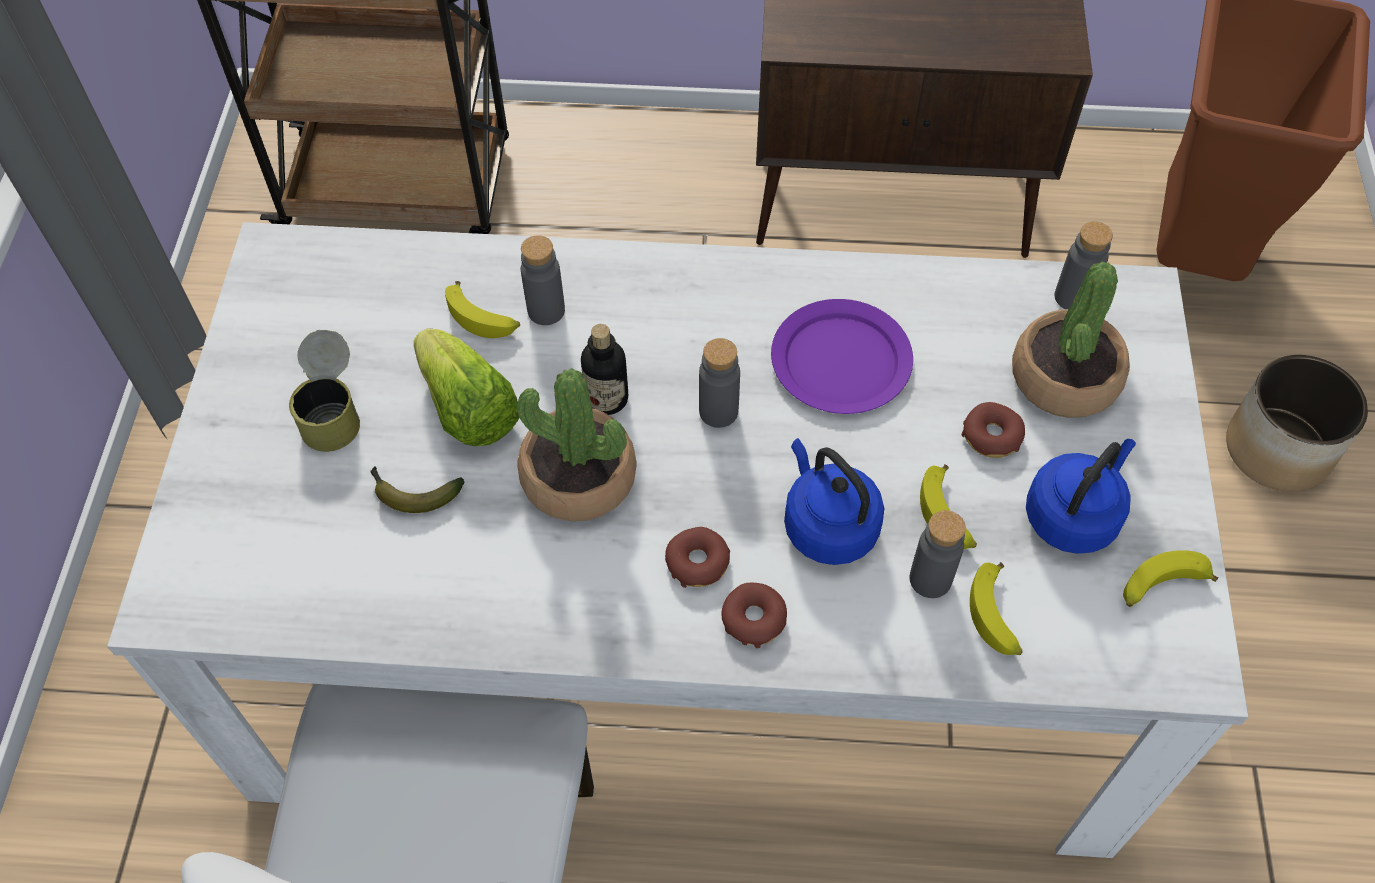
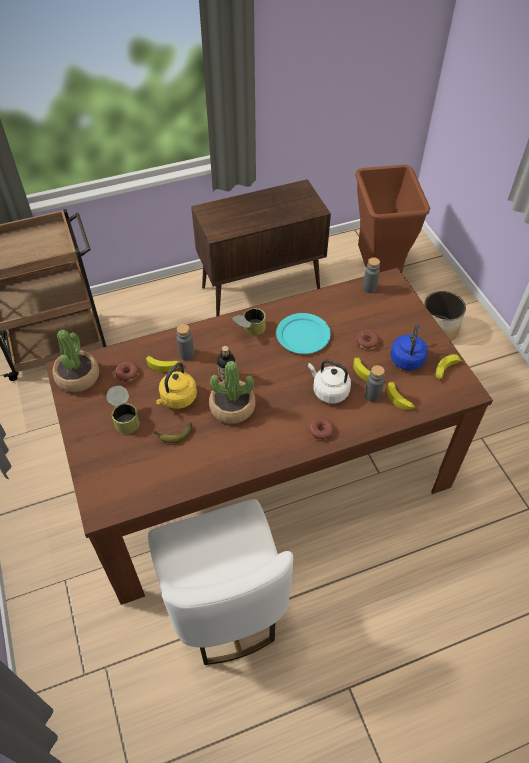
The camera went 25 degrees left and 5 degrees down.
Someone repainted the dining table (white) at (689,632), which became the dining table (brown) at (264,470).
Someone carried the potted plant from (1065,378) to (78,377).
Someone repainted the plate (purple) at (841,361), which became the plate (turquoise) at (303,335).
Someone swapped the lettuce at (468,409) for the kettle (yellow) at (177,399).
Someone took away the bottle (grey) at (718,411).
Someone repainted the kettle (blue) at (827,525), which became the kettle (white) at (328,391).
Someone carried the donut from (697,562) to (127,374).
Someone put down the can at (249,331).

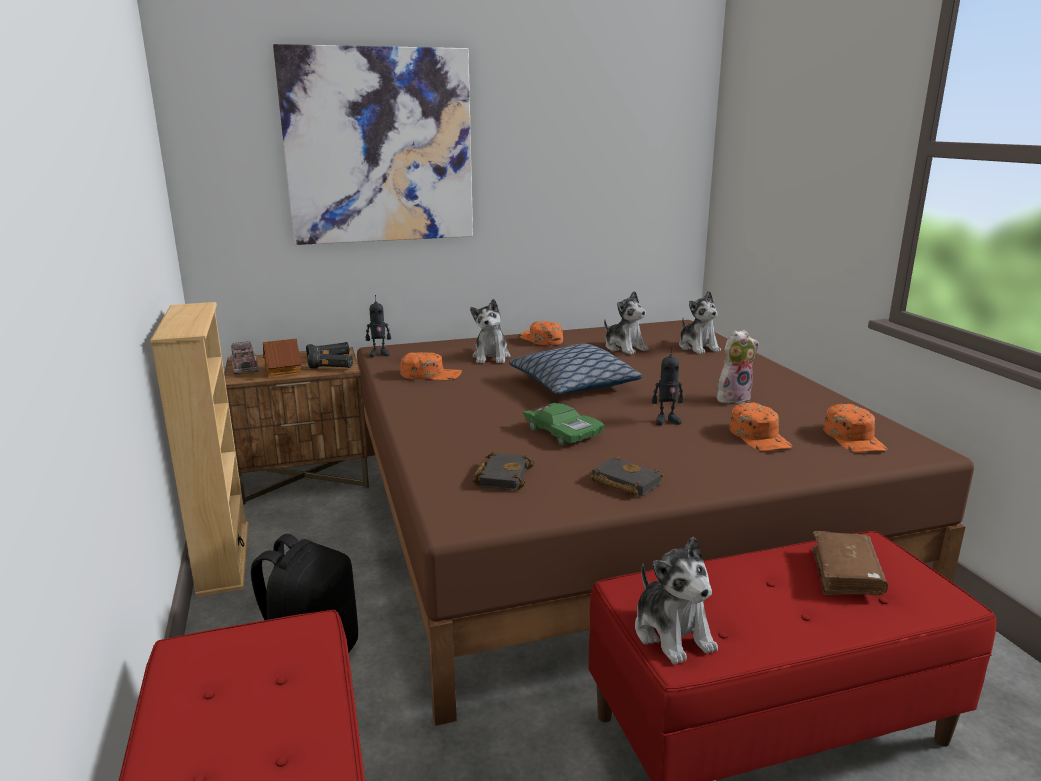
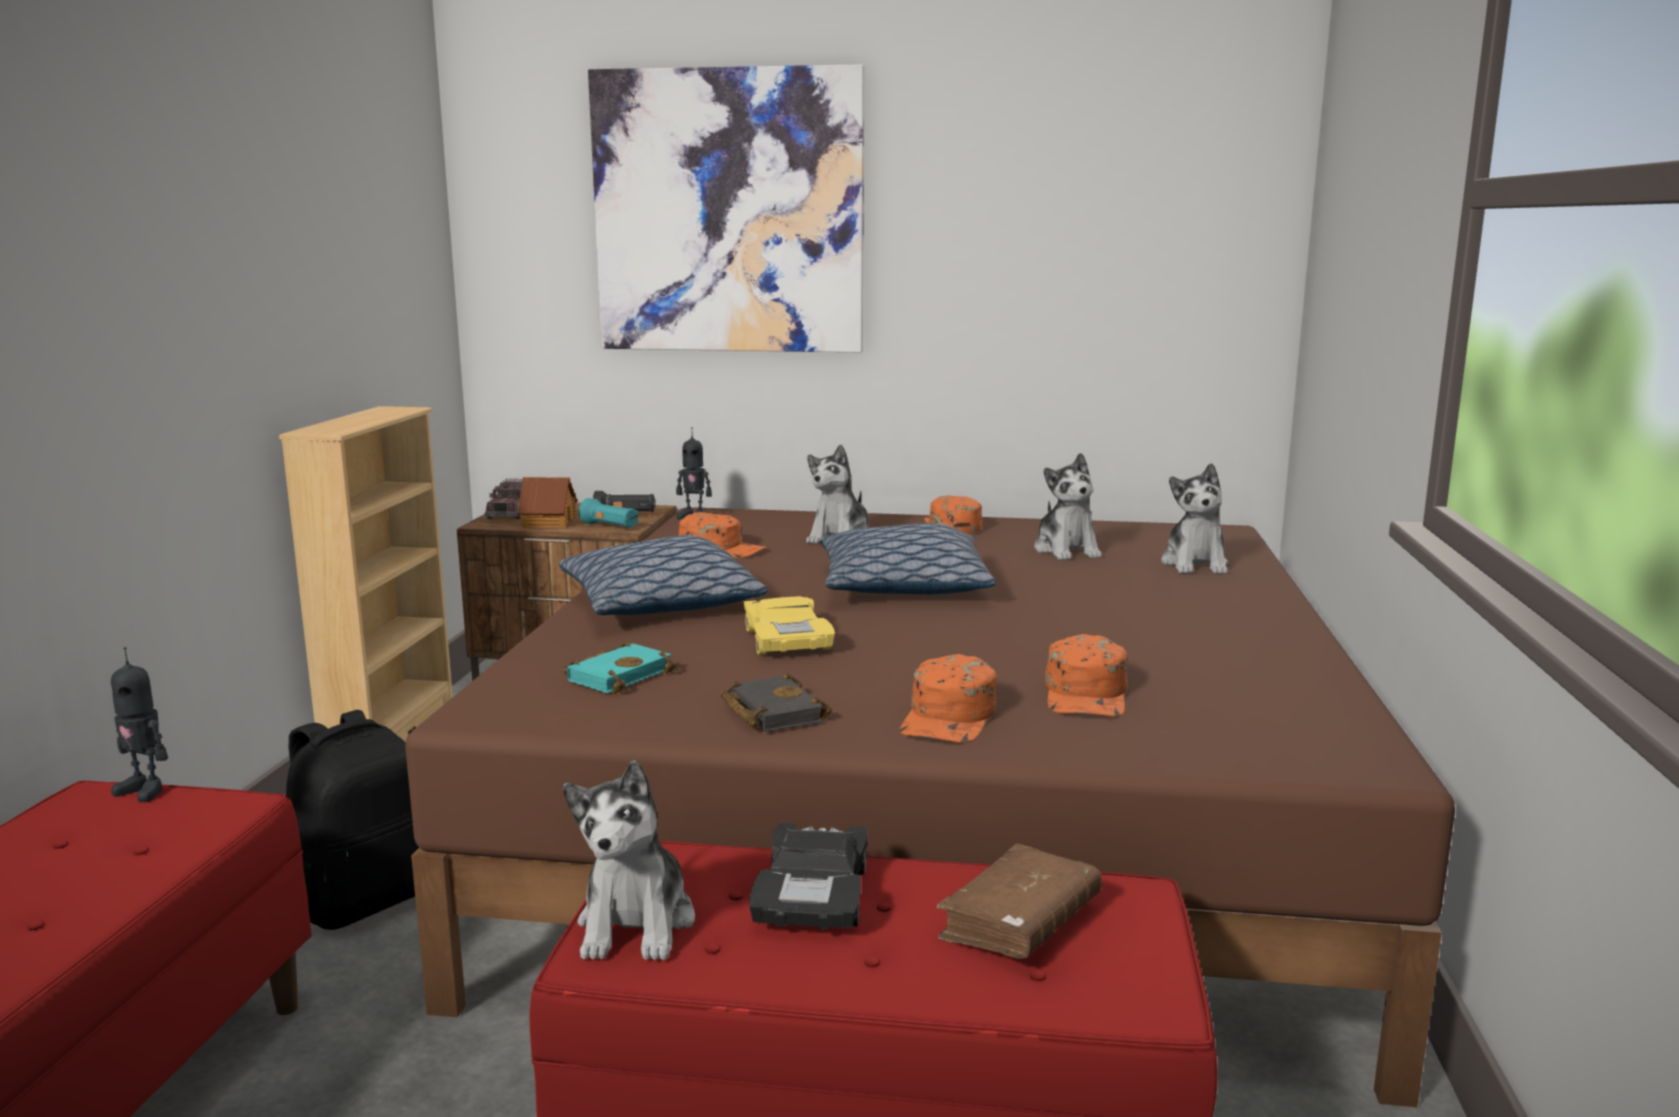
The camera went 25 degrees right and 5 degrees down.
Someone took away the plush toy at (733,398).
Someone carried the toy robot from (666,420) to (145,790).
Someone repainted the flashlight (black) at (332,368), which became the flashlight (turquoise) at (610,527).
Someone repainted the toy car (green) at (562,432), which became the toy car (yellow) at (787,640).
Someone carried the cap (orange) from (854,438) to (950,717).
Someone repainted the book (black) at (501,475), which became the book (turquoise) at (619,675).
Someone put down the pillow at (661,604).
Someone put down the toy car (black) at (813,895).

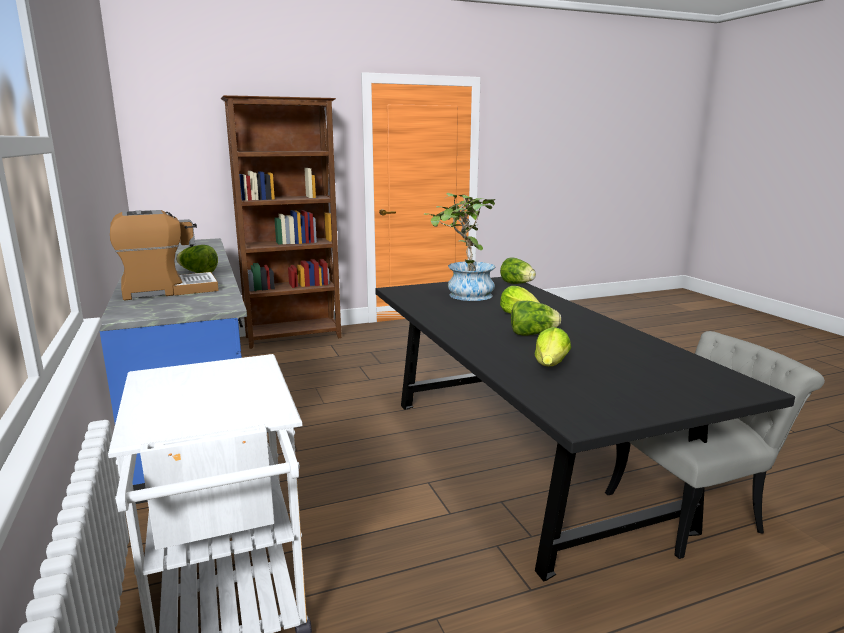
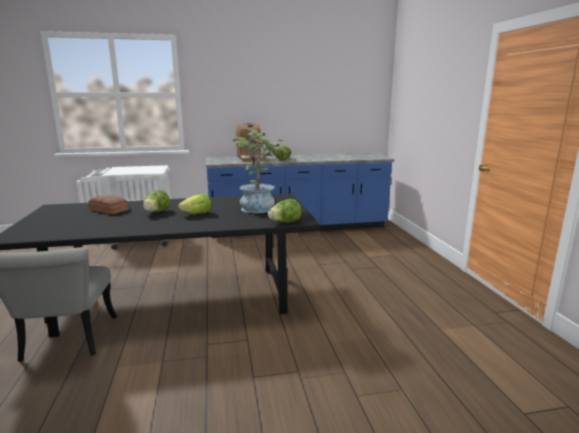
The camera went 100 degrees right and 0 degrees up.
Someone took away the bookcase (brown) at (294,337).
Someone swapped the lettuce at (551,365) for the bread at (108,210).

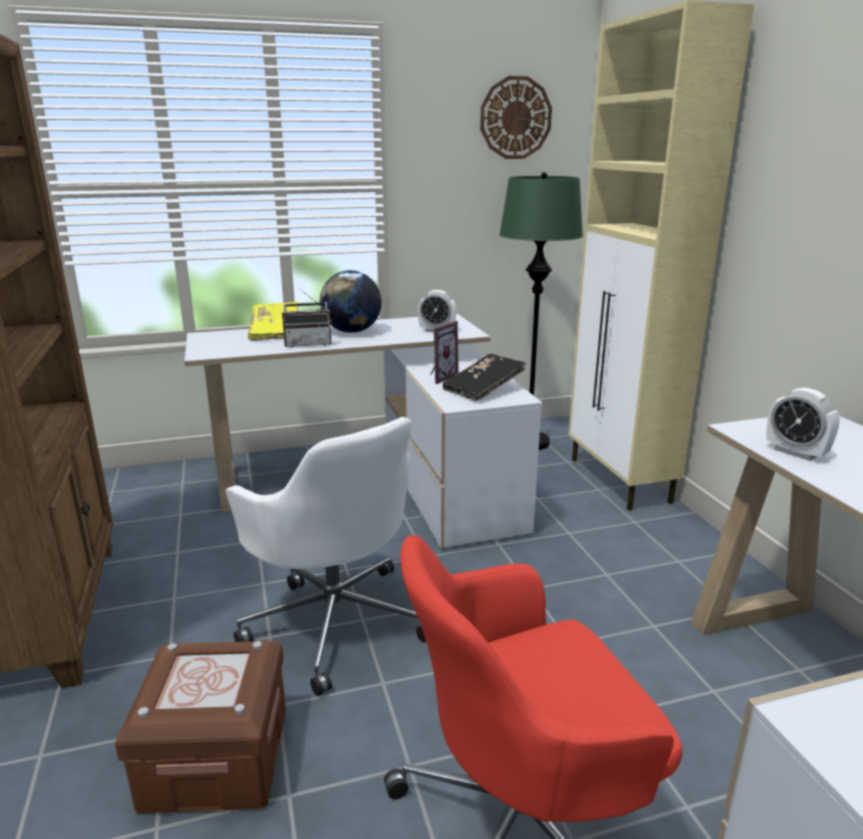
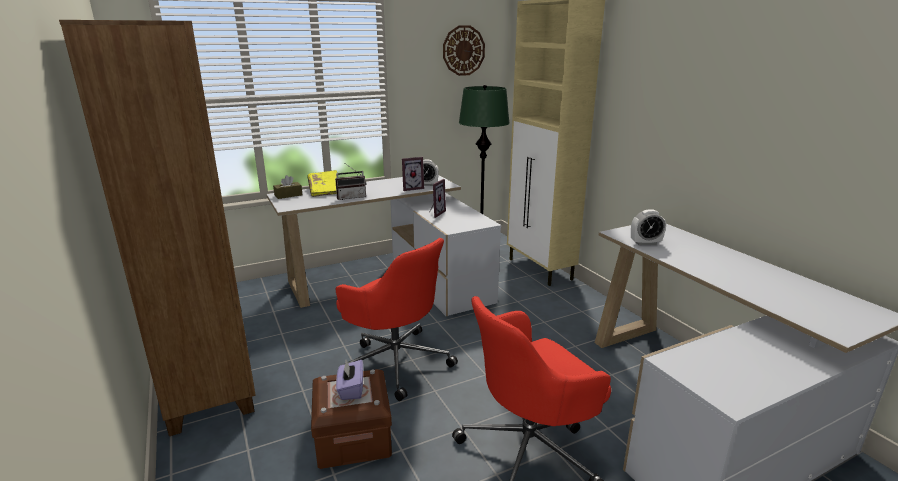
The camera went 10 degrees left and 0 degrees up.
Someone took away the globe at (351,332).
Someone took away the book (black) at (483,389).
Someone rotated the alarm clock at (795,452) by 45 degrees counterclockwise.
Someone repainted the office chair (white) at (335,620), which became the office chair (red) at (396,361).
Someone put down the picture frame at (411,188).
Someone put down the tissue box (brown) at (288,195).
Someone put down the tissue box (purple) at (351,389).

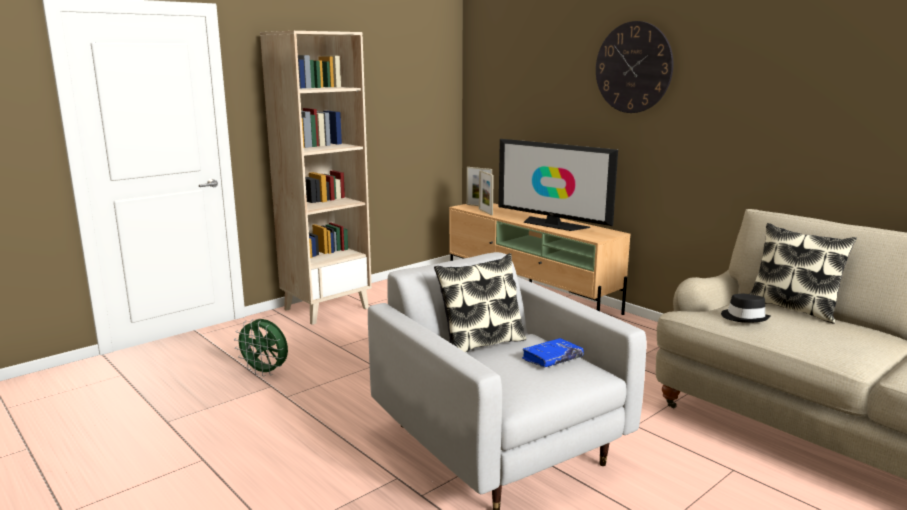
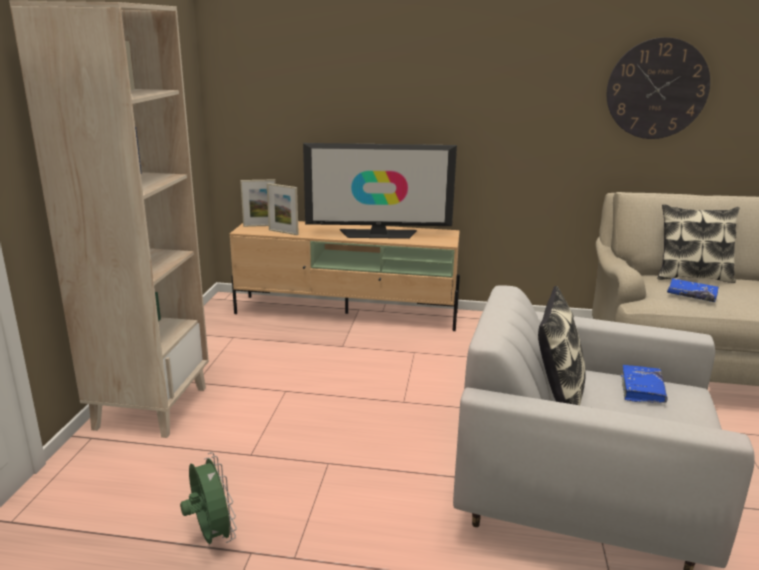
The camera went 40 degrees left and 5 degrees up.
Someone carried the wall clock from (633,67) to (657,89).
Someone swapped the hat (black) at (744,317) for the book (blue) at (691,295).
Someone rotated the fan (green) at (265,372) by 105 degrees counterclockwise.

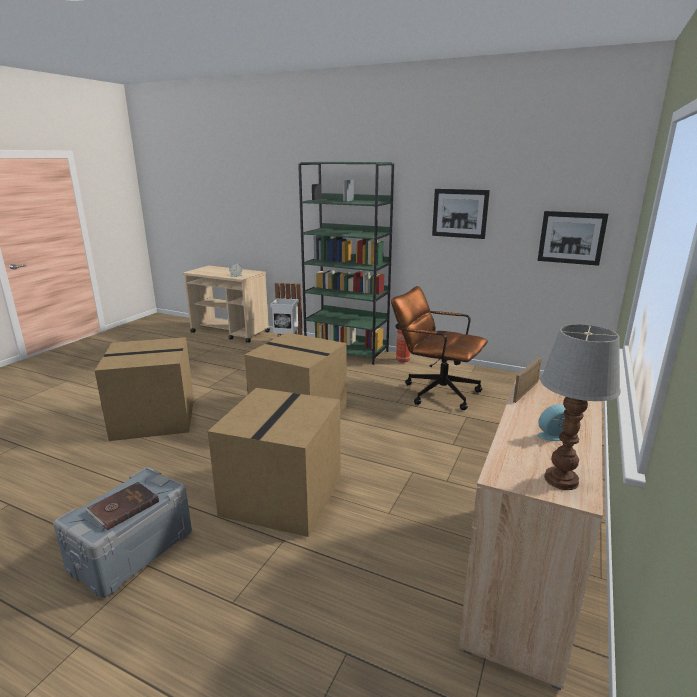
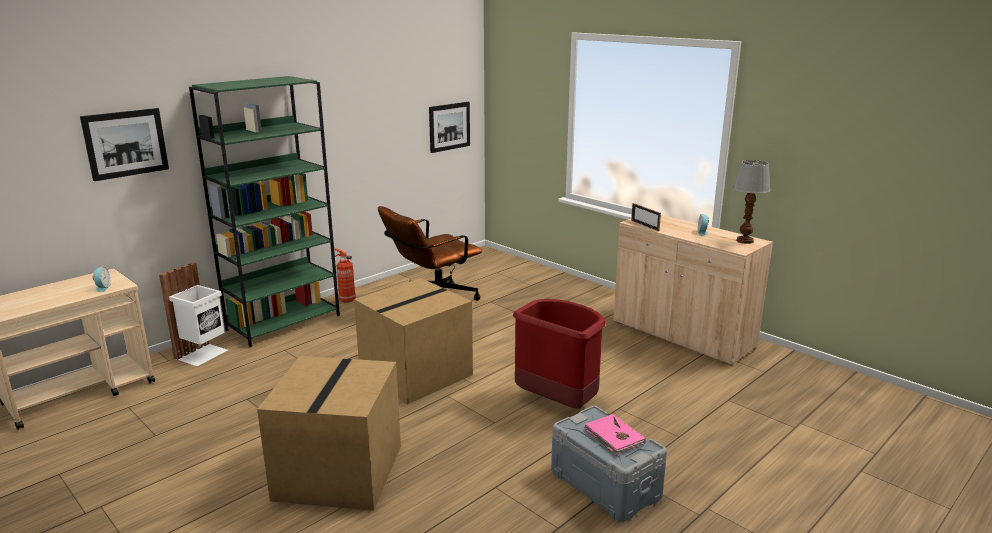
The camera went 70 degrees left and 0 degrees up.
Someone carried the picture from (460,213) to (126,143).
Someone swapped the cardboard box at (281,494) for the trash can (red) at (557,401).
Someone repainted the book (brown) at (123,507), which became the book (pink) at (614,437).

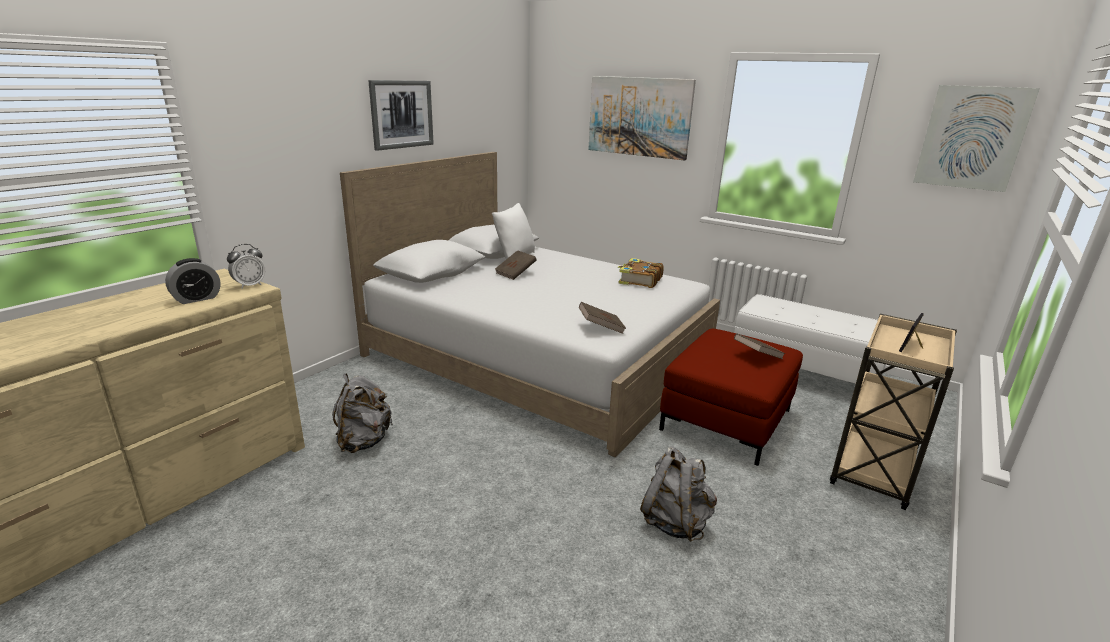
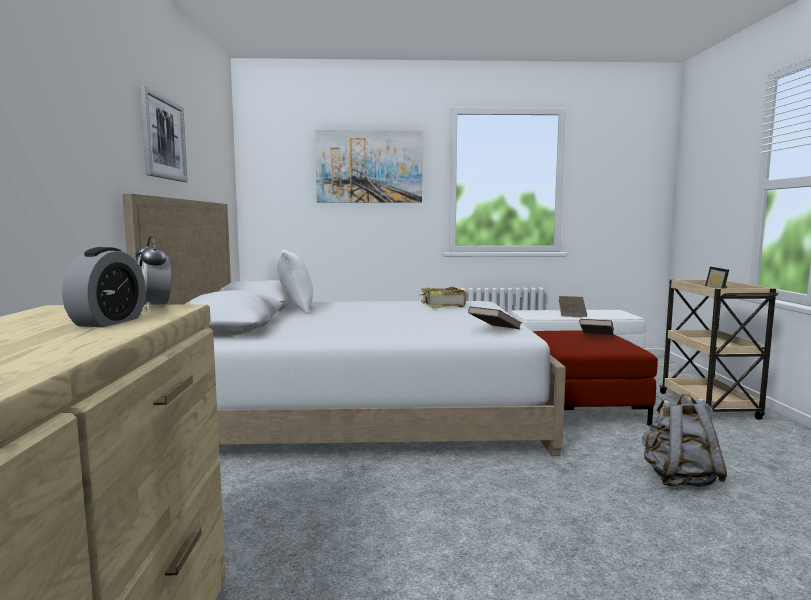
The camera went 35 degrees left and 15 degrees down.
Someone took away the picture at (972,138).
Someone rotated the alarm clock at (249,285) by 135 degrees clockwise.
Someone carried the book (brown) from (515,273) to (572,314).
Someone took away the backpack (grey) at (363,441).

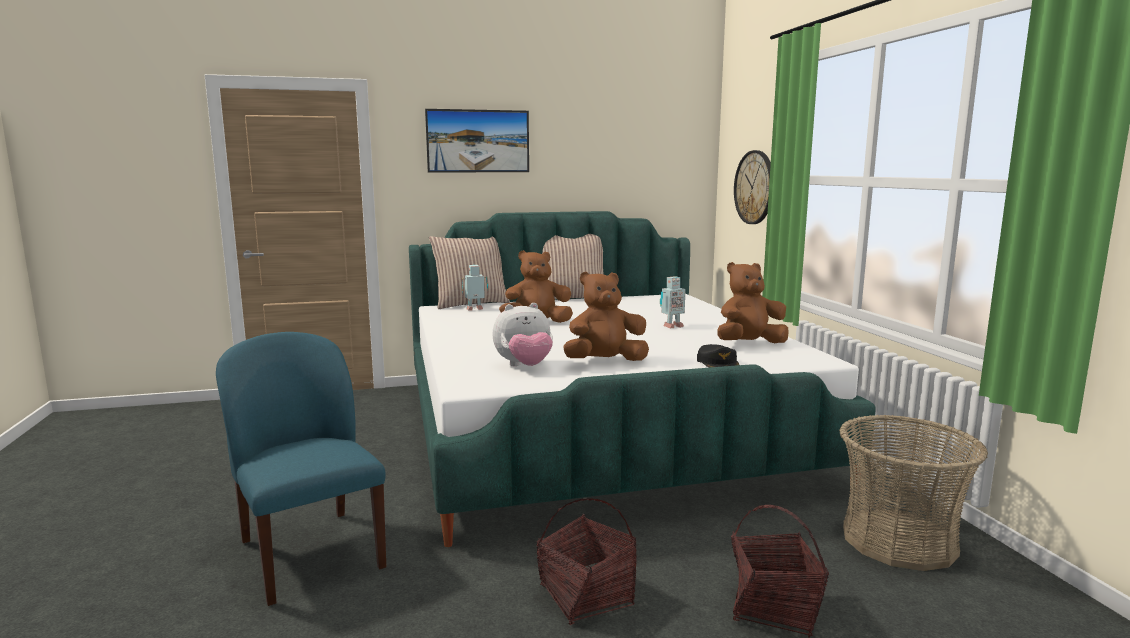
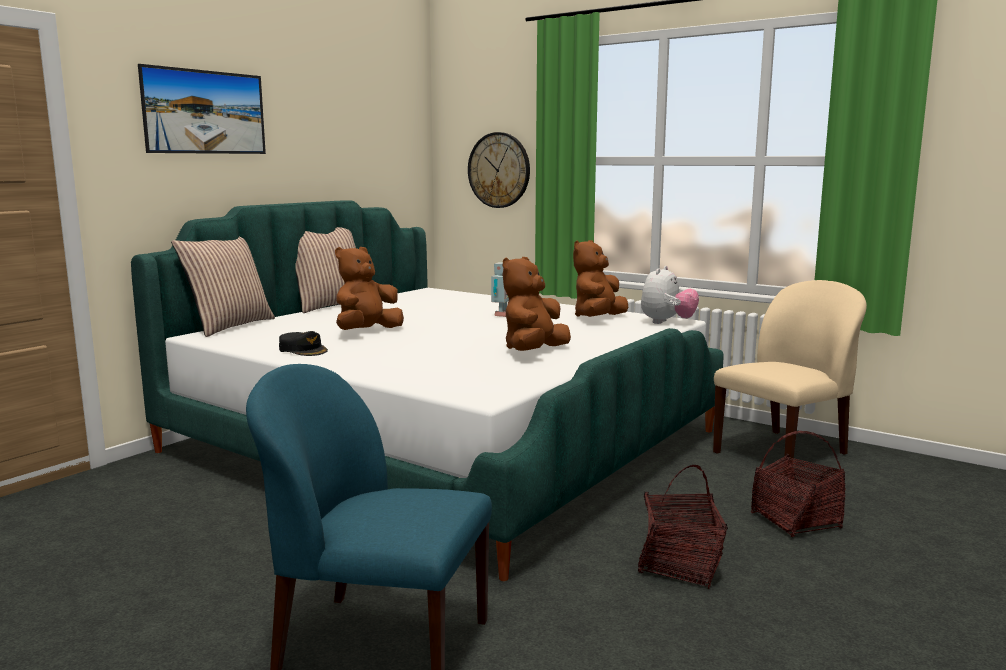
The camera went 40 degrees left and 0 degrees up.
Someone took away the toy robot at (475,309).
Someone carried the plush toy from (524,366) to (667,322).
Someone carried the cap (black) from (718,363) to (303,350).
Someone swapped the basket at (899,540) for the chair (beige) at (782,453).

